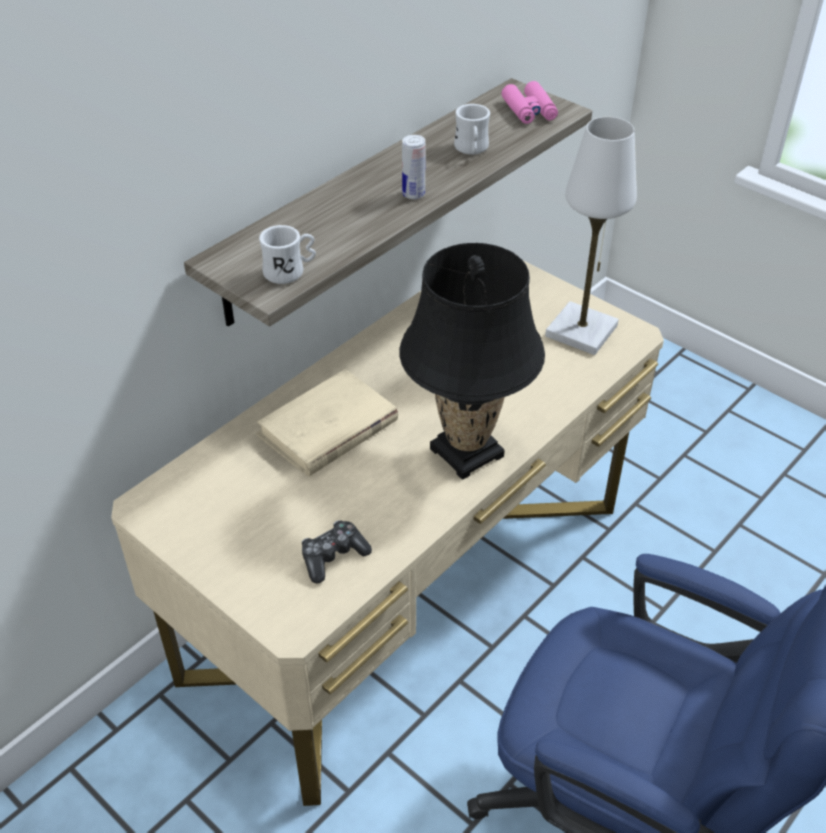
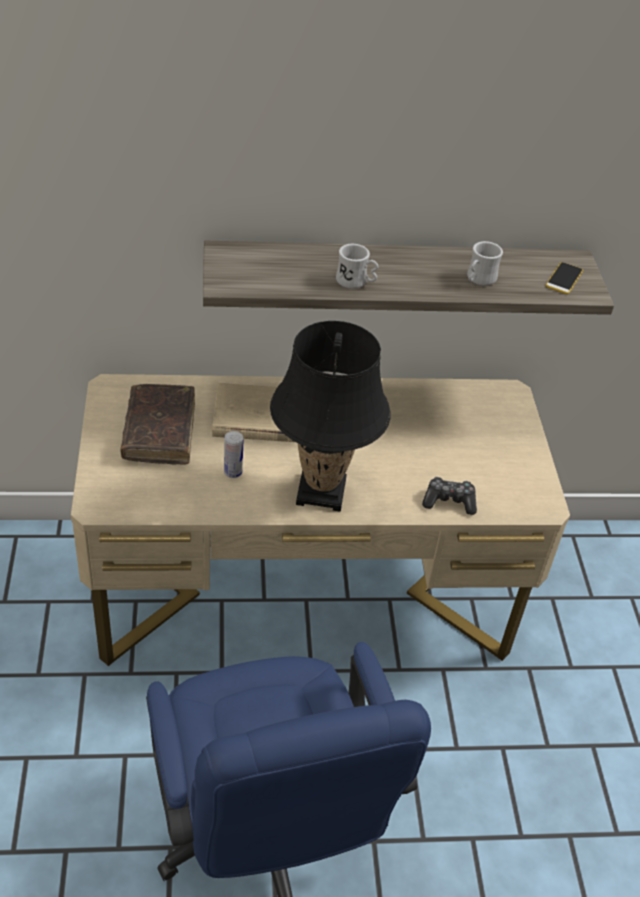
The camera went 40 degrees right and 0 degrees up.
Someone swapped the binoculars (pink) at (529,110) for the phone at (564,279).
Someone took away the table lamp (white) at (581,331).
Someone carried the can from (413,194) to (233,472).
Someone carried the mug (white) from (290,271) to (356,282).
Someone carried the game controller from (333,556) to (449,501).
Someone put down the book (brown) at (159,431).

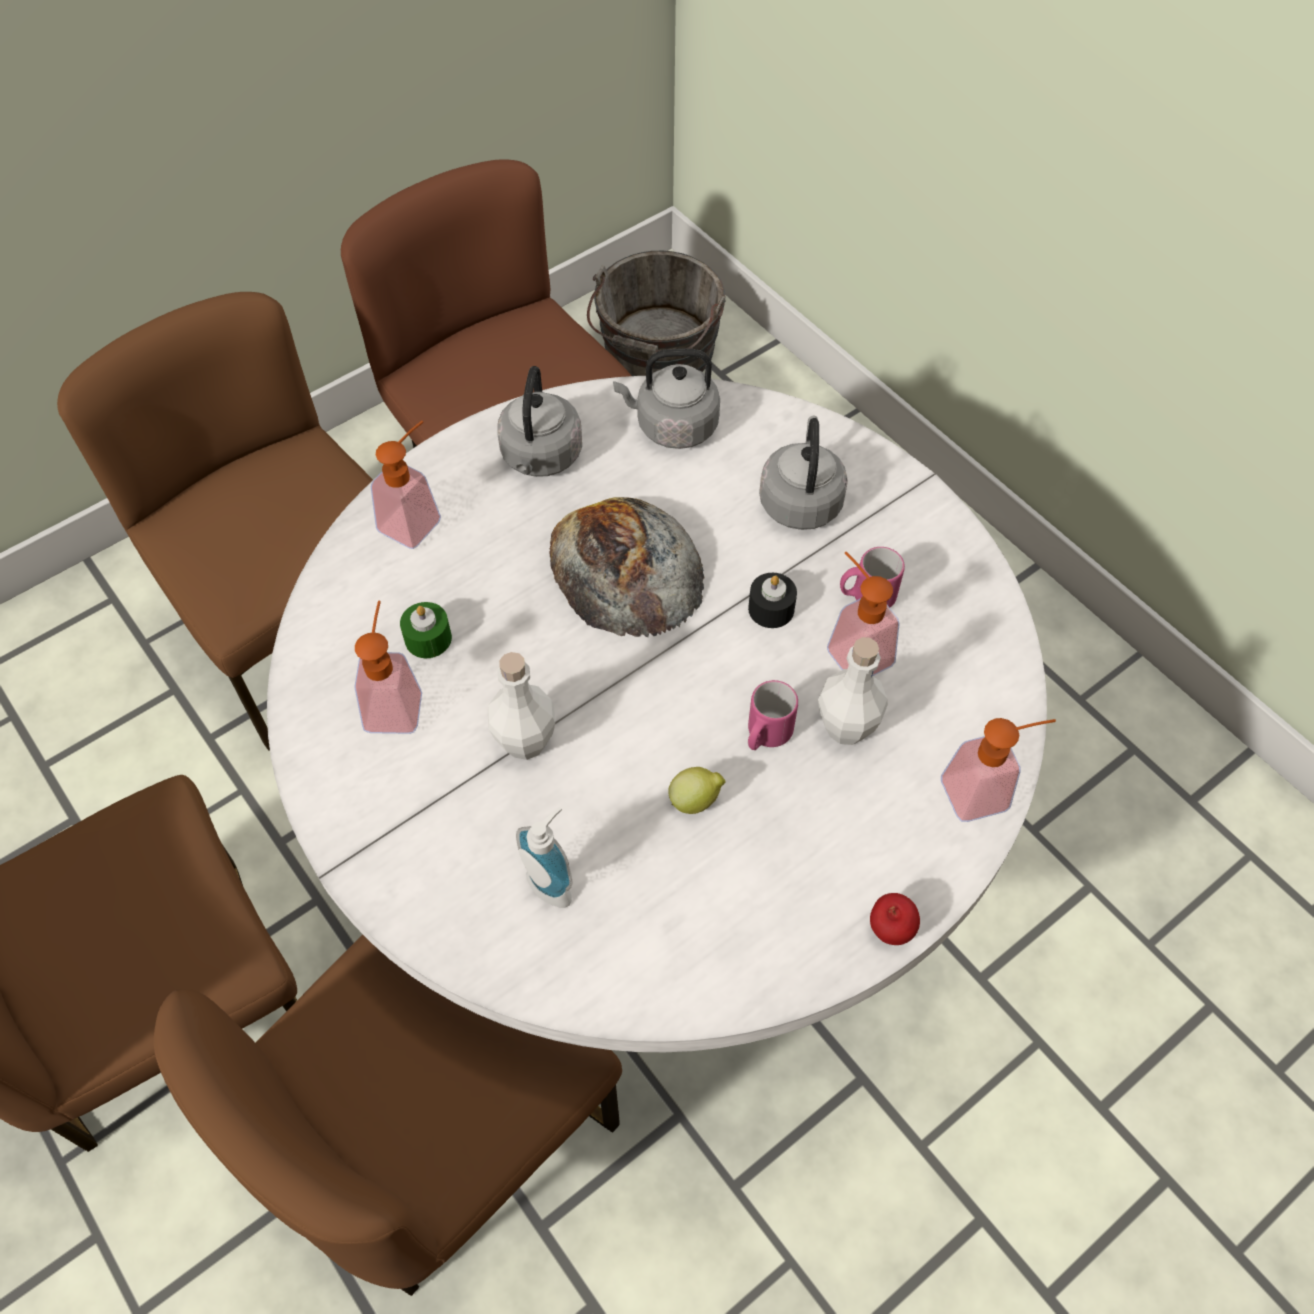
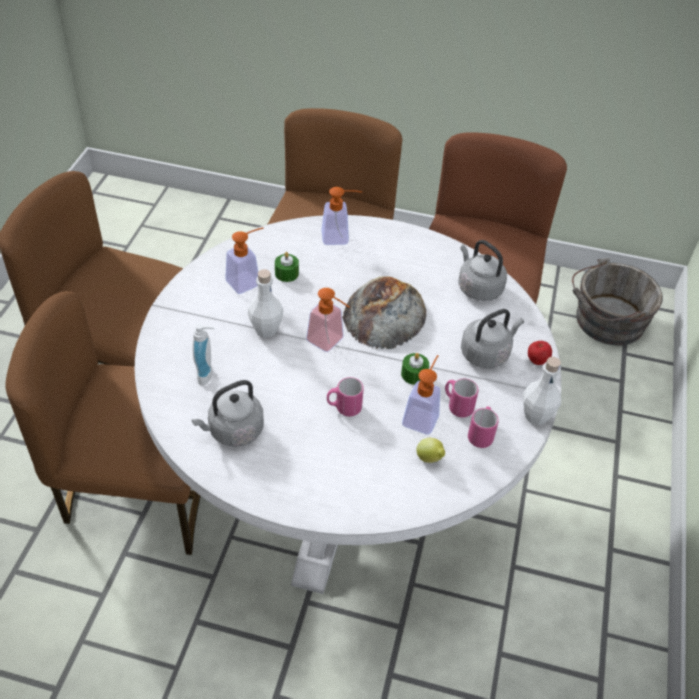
The camera went 50 degrees right and 10 degrees down.
Someone carried the kettle (grey) from (541,458) to (233,431).
Someone repainted the candle (black) at (771,609), which became the candle (green) at (414,374).
Someone carried the bottle (white) from (846,727) to (536,416).
Someone carried the soap dispenser from (985,791) to (330,342).
Someone carried the lemon from (696,800) to (430,459).
Someone carried the apple from (890,929) to (537,361).
Someone put down the mug (pink) at (481,434).

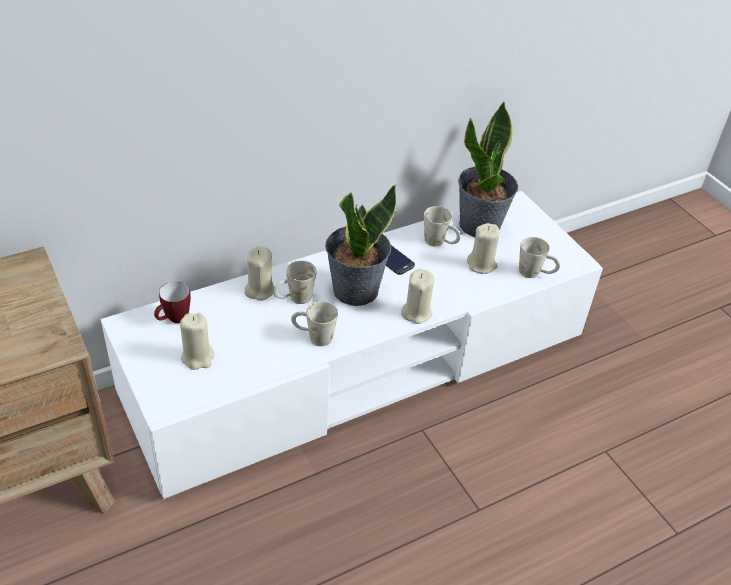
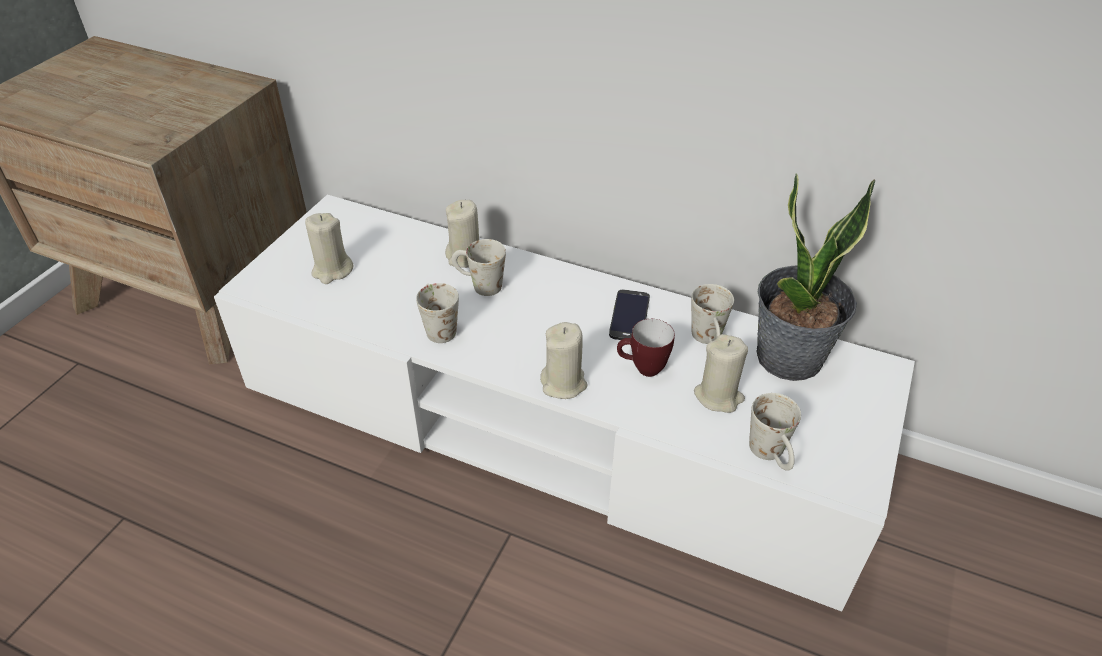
The camera went 55 degrees right and 0 degrees up.
Someone took away the potted plant at (355,289).
Someone carried the mug from (174,320) to (642,369).

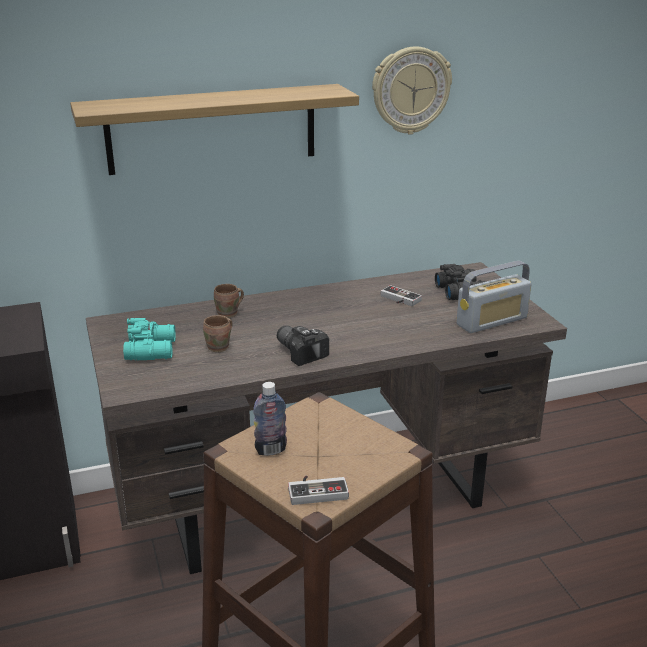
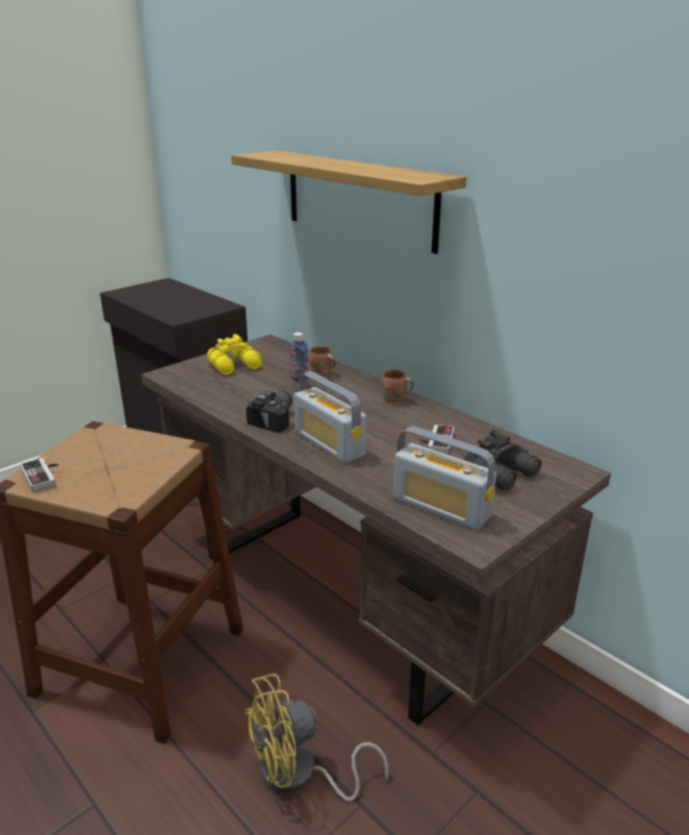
The camera went 65 degrees right and 0 degrees up.
Someone took away the wall clock at (410,90).
Someone carried the mug (brown) from (220,347) to (395,401).
Someone repainted the binoculars (turquoise) at (152,349), which became the binoculars (yellow) at (236,366).
Someone carried the bottle from (271,450) to (299,387).
Someone put down the radio at (329,444).
Someone put down the fan (yellow) at (299,775).

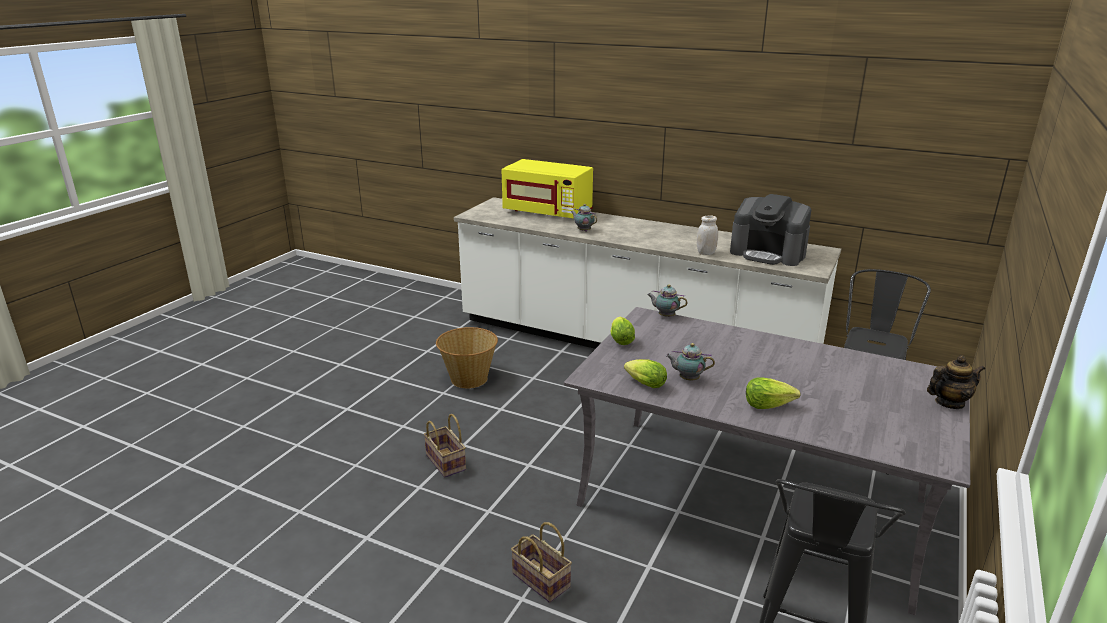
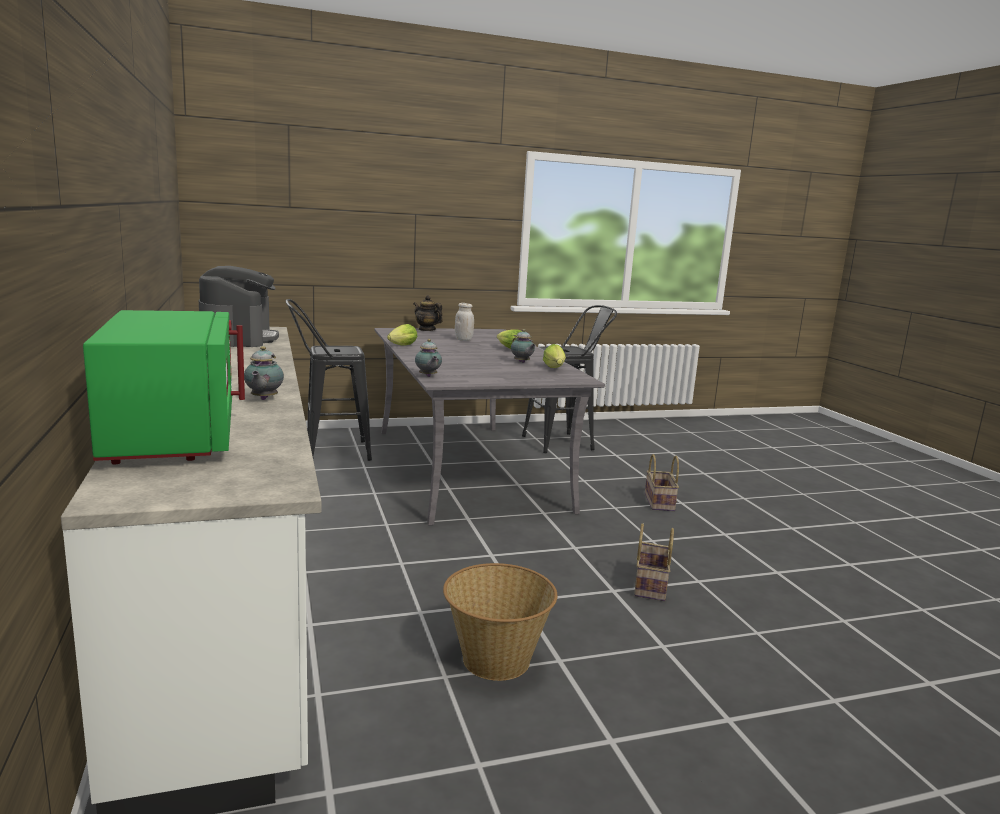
The camera went 135 degrees left and 10 degrees down.
Someone repainted the microwave (yellow) at (548,212), which became the microwave (green) at (171,435).
Someone carried the jar (white) from (706,253) to (463,340).
Someone carried the lettuce from (620,340) to (401,346).

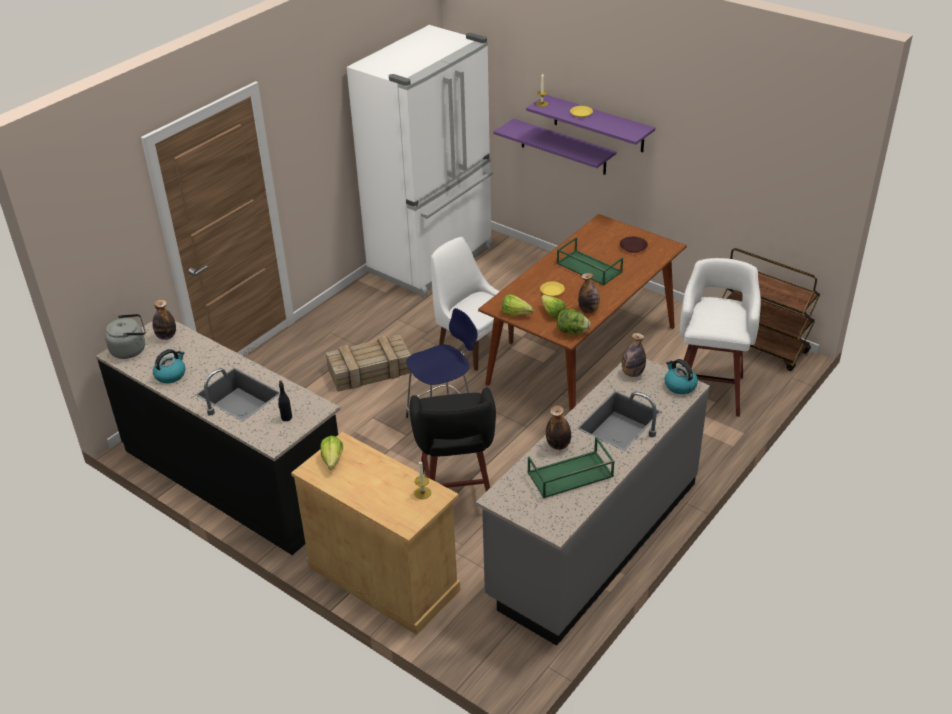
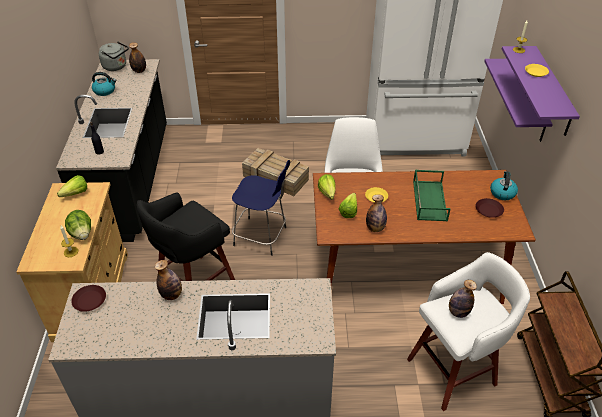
The camera went 50 degrees right and 5 degrees up.
Someone carried the lettuce from (572,332) to (82,234).
Someone carried the bottle from (632,373) to (458,312).
Someone carried the kettle from (679,385) to (502,193).
Someone took away the tray (green) at (569,475).
Someone put down the plate (brown) at (90,301).

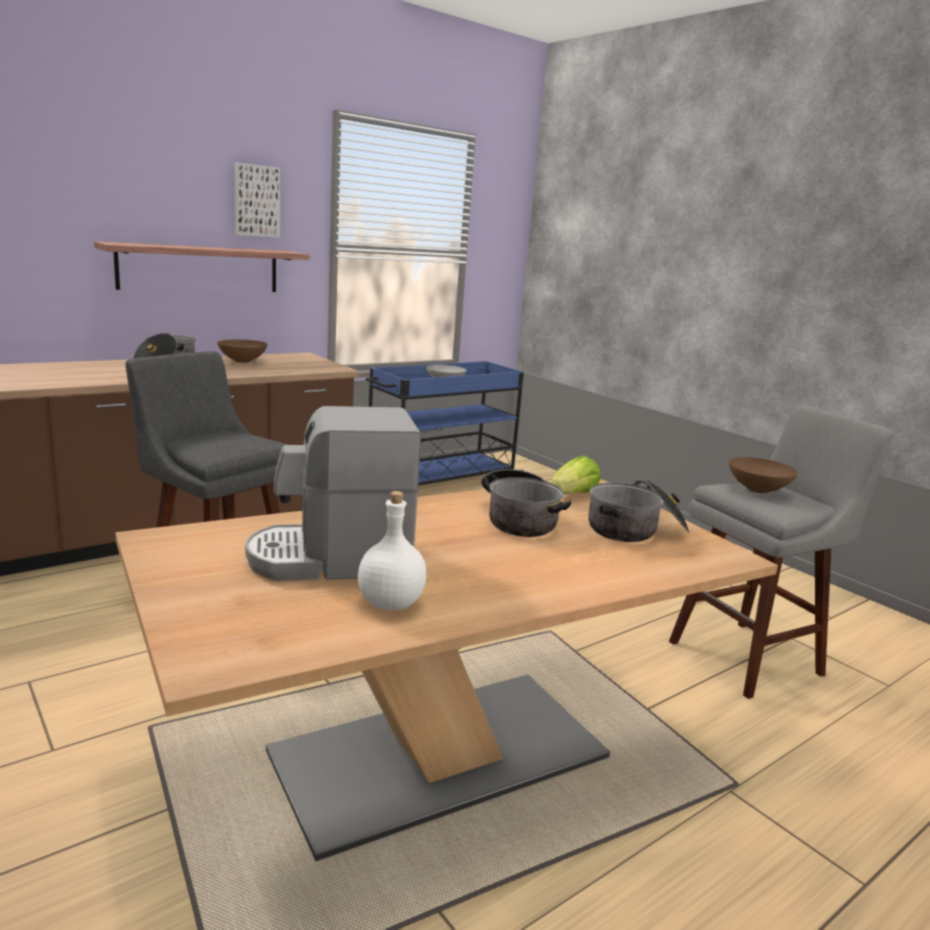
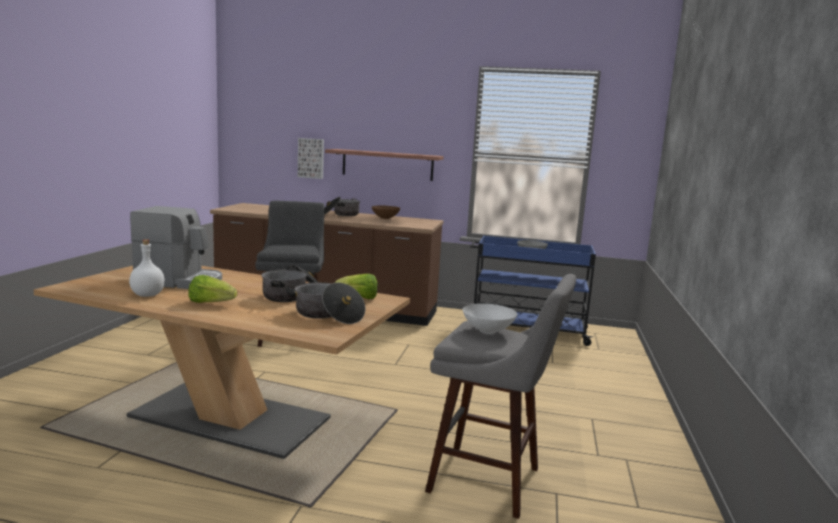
The camera went 50 degrees right and 5 degrees down.
Someone carried the picture from (256,201) to (311,158).
Someone rotated the coffee machine at (332,559) by 150 degrees clockwise.
Someone repainted the bowl (brown) at (756,490), which became the bowl (white) at (487,330).
Someone put down the lettuce at (211,303).

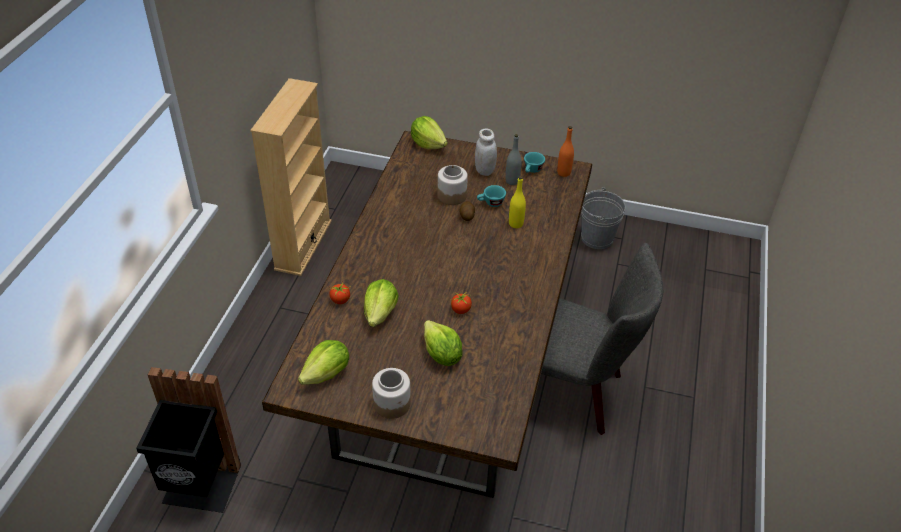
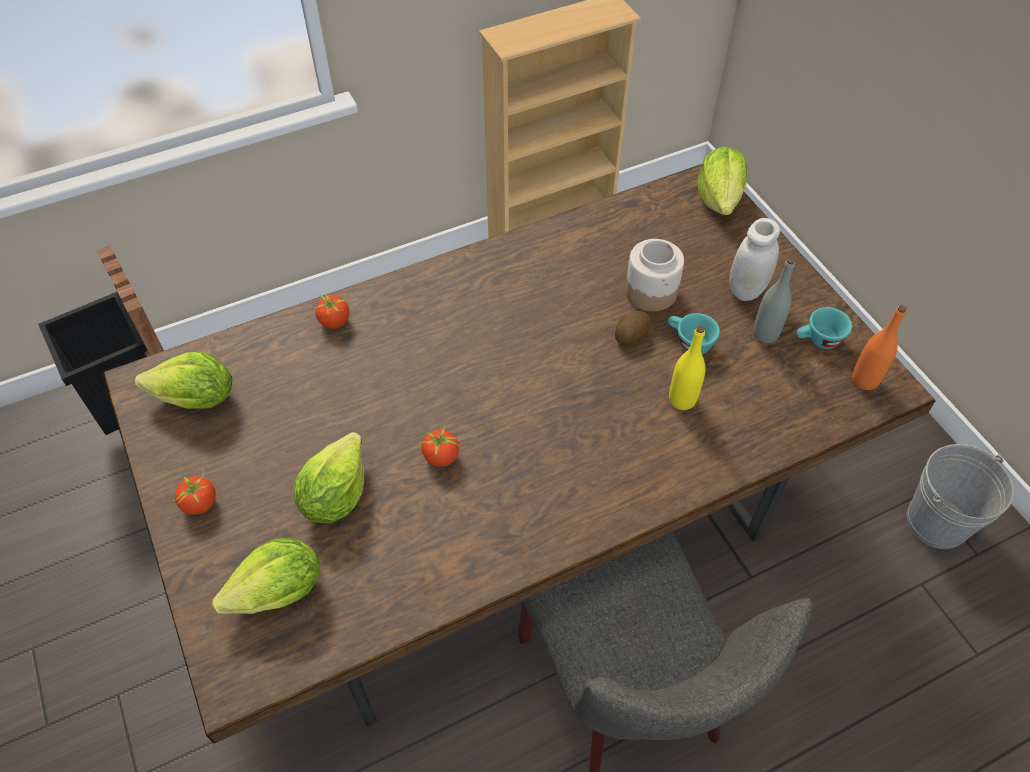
The camera went 50 degrees right and 10 degrees up.
Someone carried the lettuce from (380,313) to (280,592).
Someone swapped the jar at (392,404) for the tomato at (200,503).

